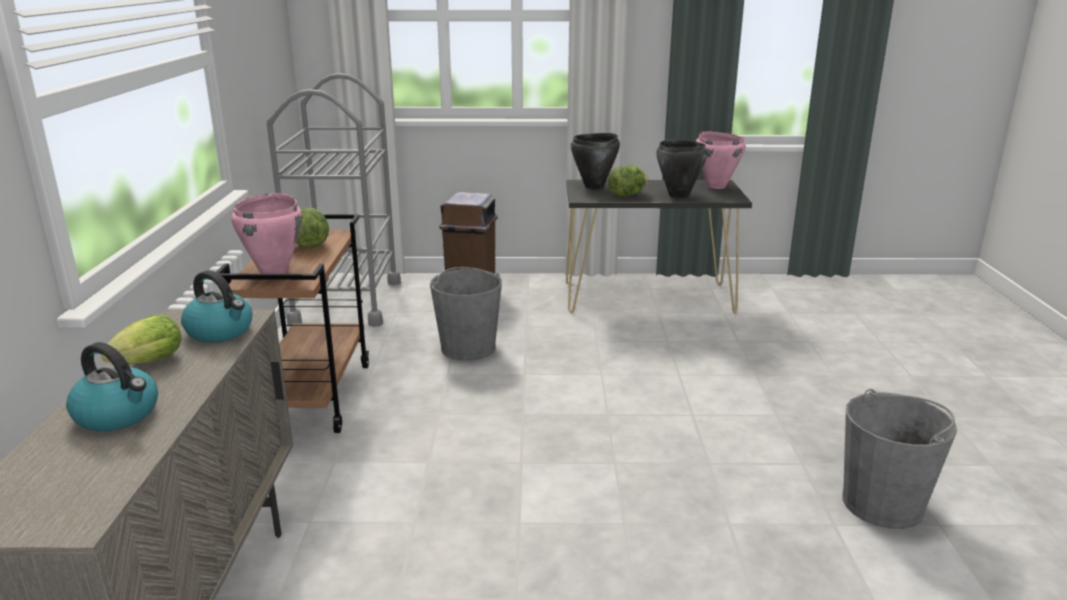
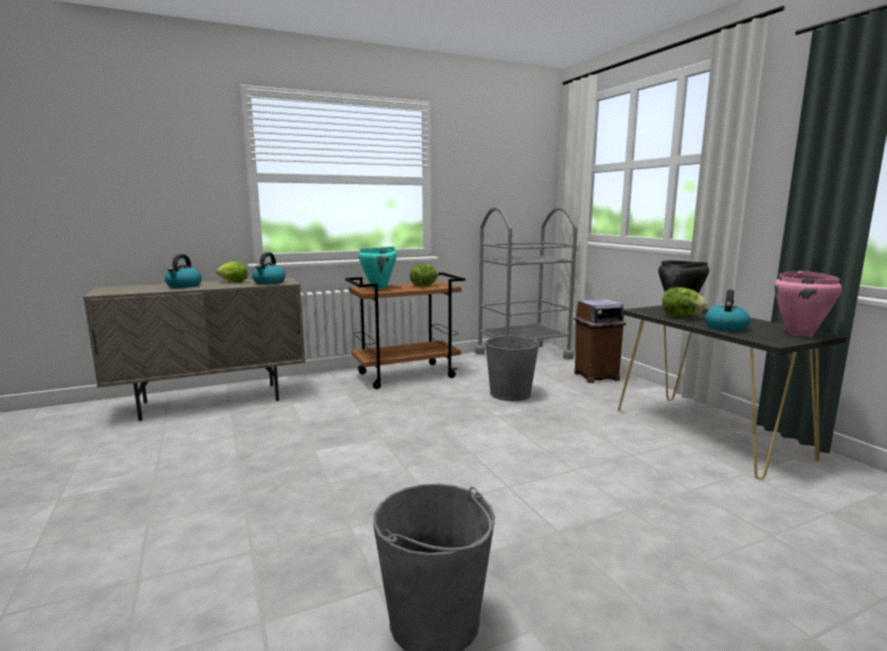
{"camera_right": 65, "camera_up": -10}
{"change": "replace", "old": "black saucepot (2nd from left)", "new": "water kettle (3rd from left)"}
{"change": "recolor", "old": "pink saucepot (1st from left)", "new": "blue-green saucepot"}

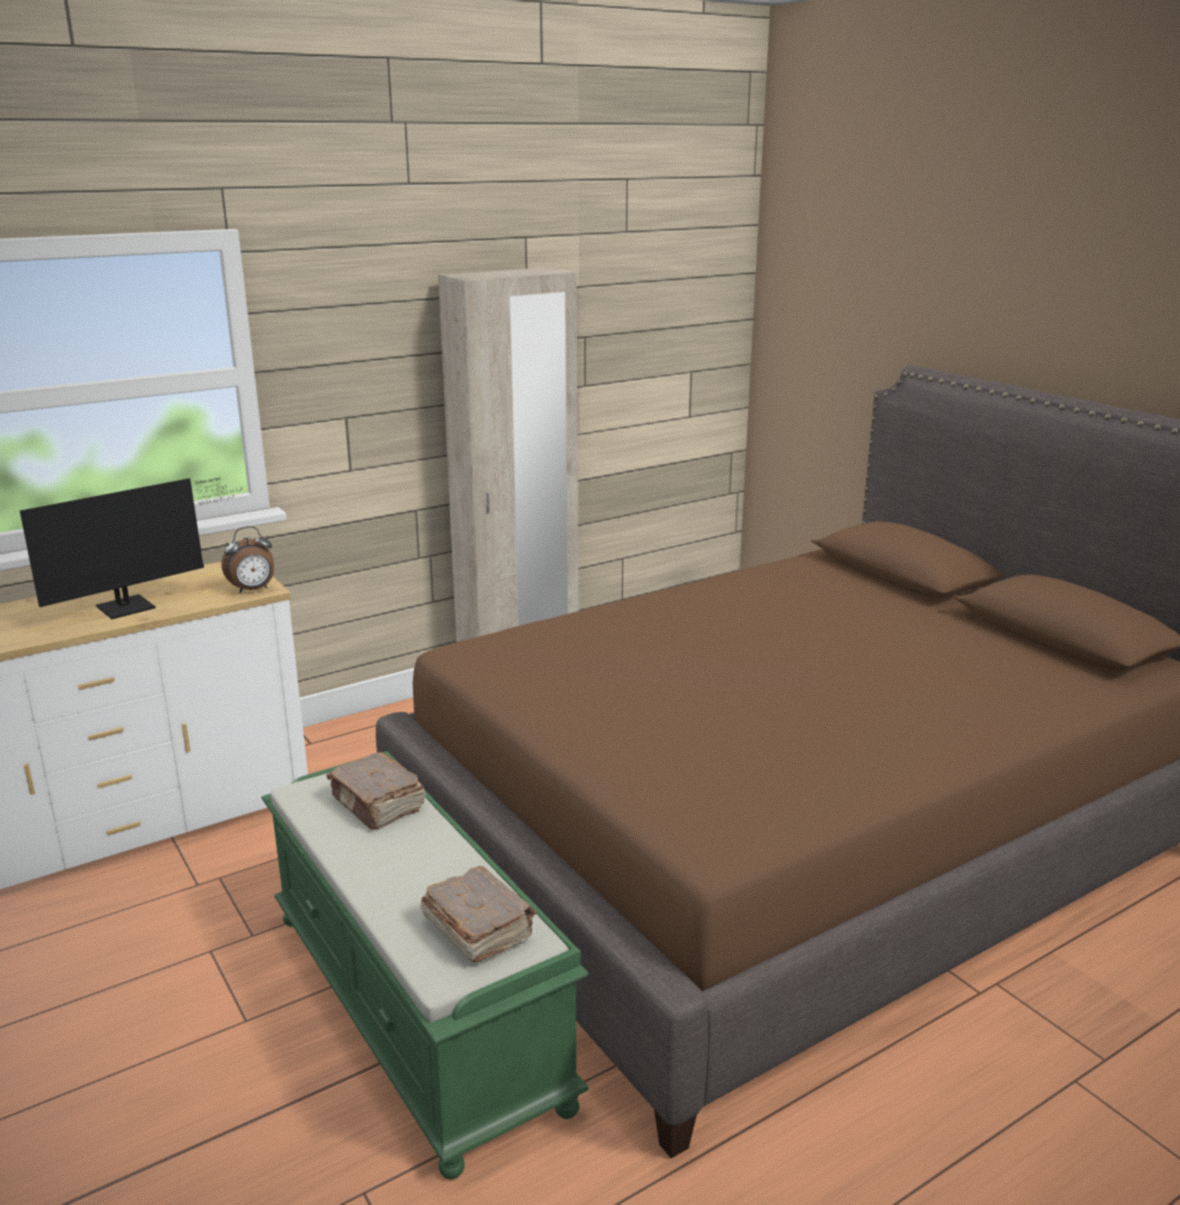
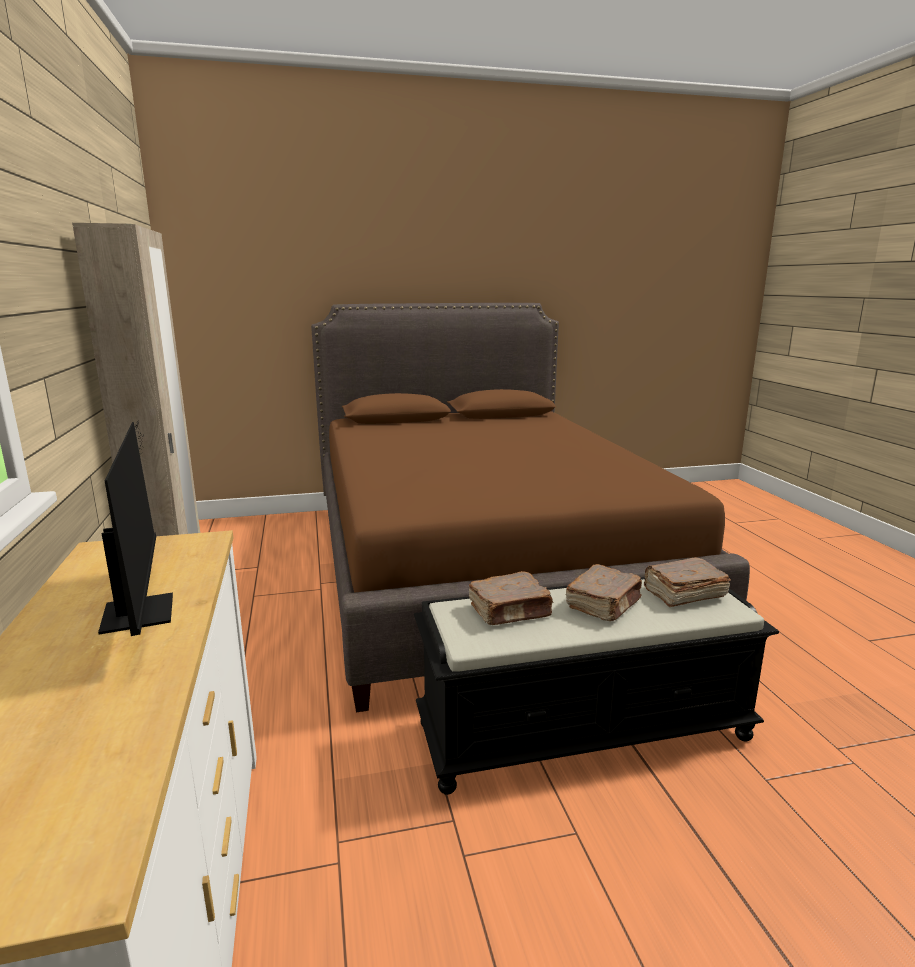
{"camera_right": -70, "camera_up": -5}
{"change": "delete", "old": "bedside clock"}
{"change": "recolor", "old": "green long seat", "new": "black long seat"}
{"change": "insert", "new": "brown book (2nd from left)"}

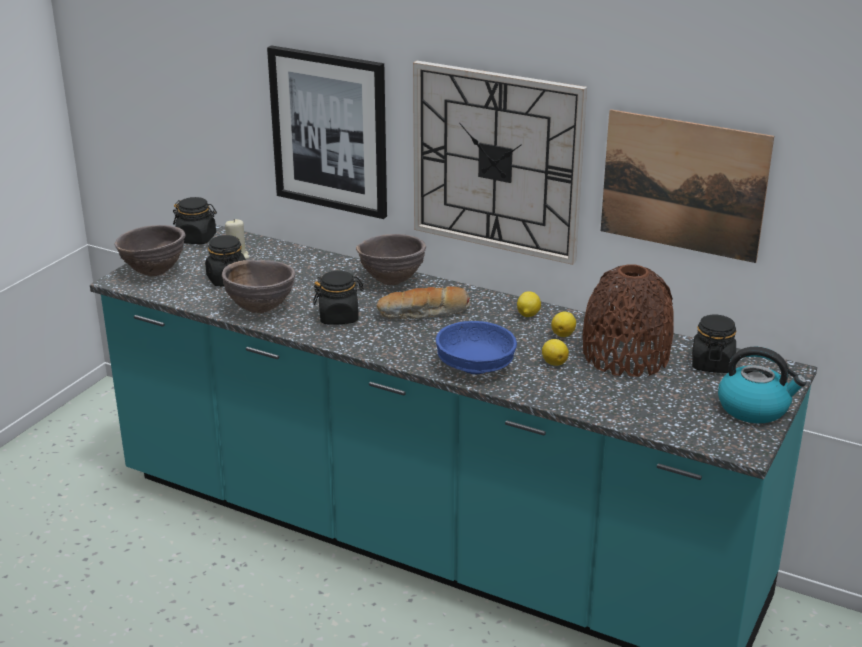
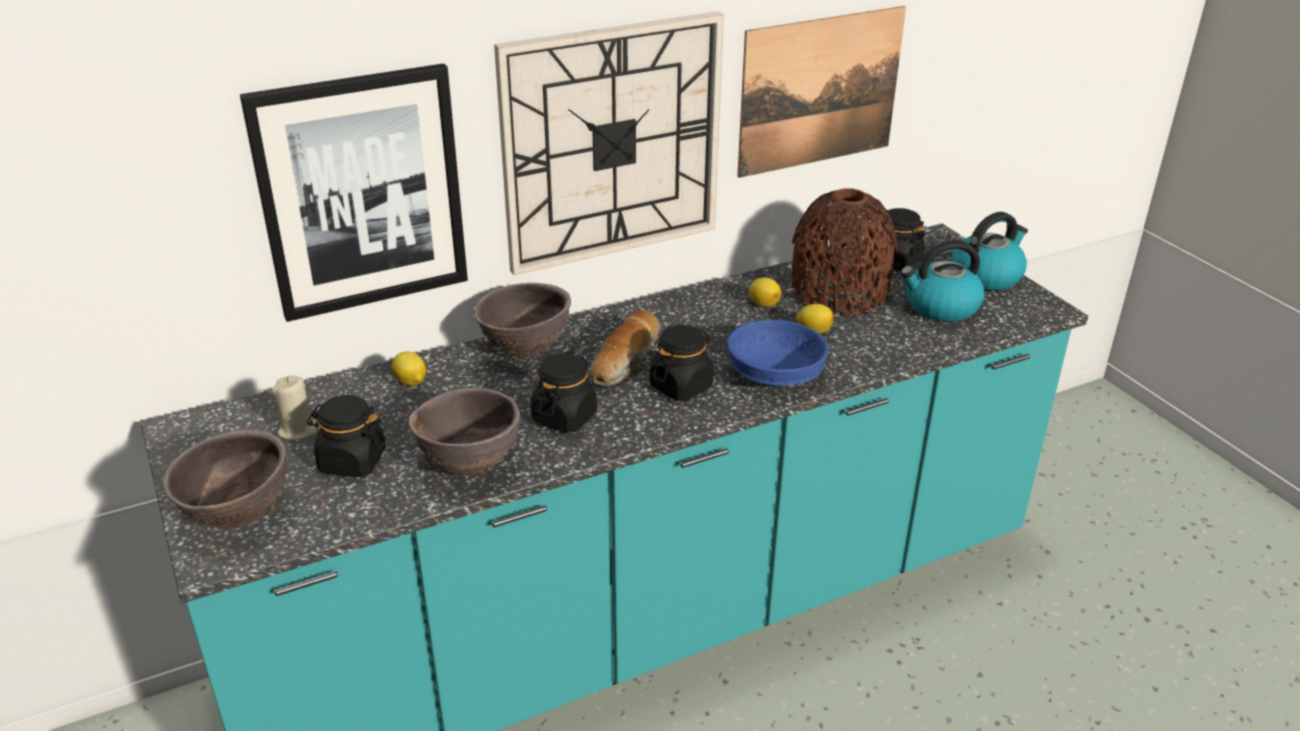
{"camera_right": -55, "camera_up": 5}
{"change": "move", "old": "black preserve jar (1st from left in the first image)", "new": "black preserve jar (3rd from left)"}
{"change": "move", "old": "citrus fruit (1st from left)"}
{"change": "insert", "new": "water kettle (1st from left)"}

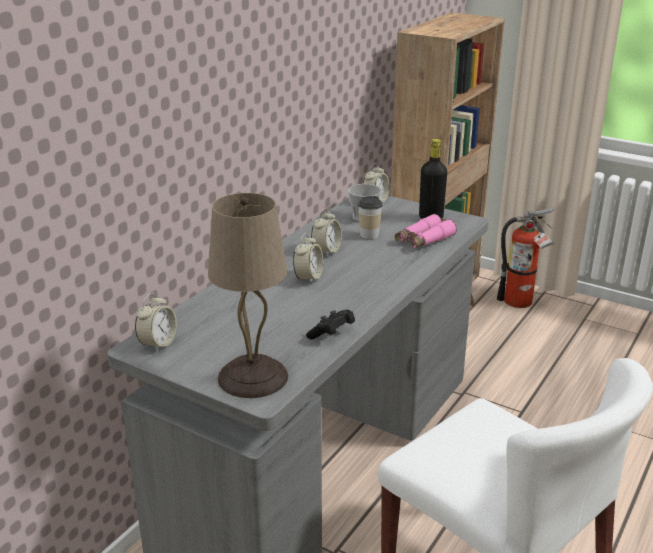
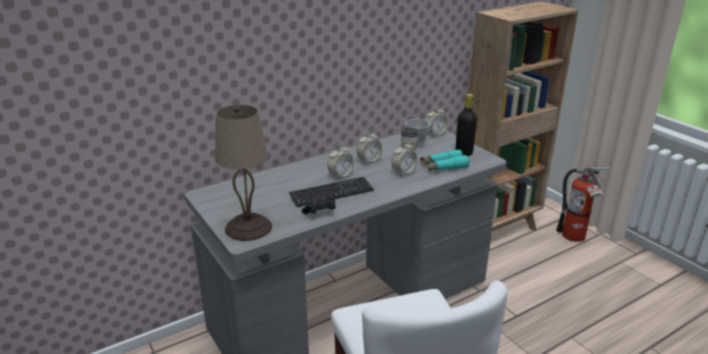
{"camera_right": 25, "camera_up": 0}
{"change": "recolor", "old": "pink pair of binoculars", "new": "blue-green pair of binoculars"}
{"change": "move", "old": "bedside clock (1st from left in the first image)", "new": "bedside clock (3rd from left)"}
{"change": "insert", "new": "PC keyboard"}

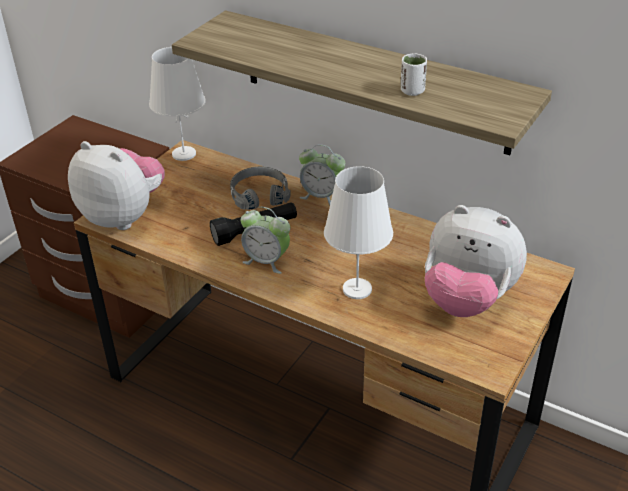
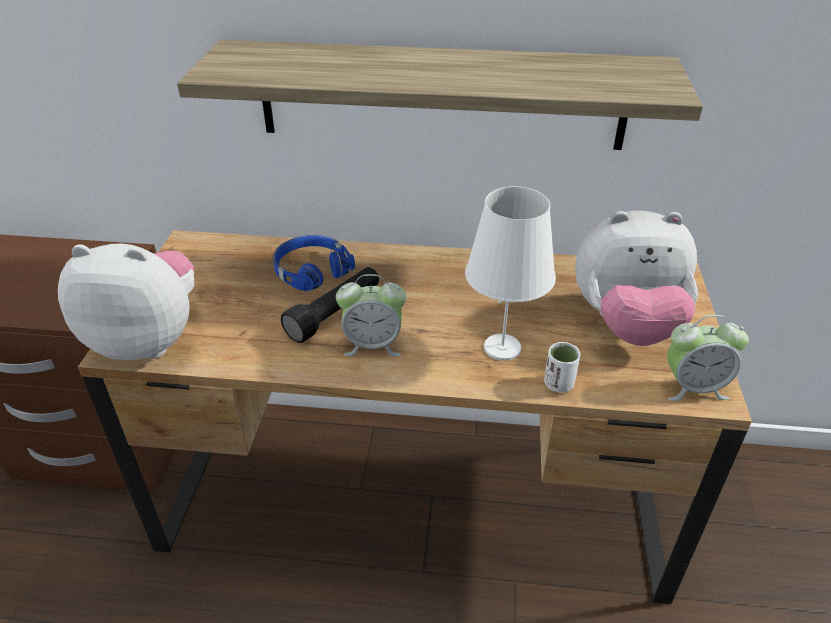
{"camera_right": -25, "camera_up": 0}
{"change": "delete", "old": "whitish lamp for a table (1st from left)"}
{"change": "move", "old": "whitish small cup"}
{"change": "move", "old": "bedside clock (2nd from left)"}
{"change": "recolor", "old": "greyish pair of headphones", "new": "bluish pair of headphones"}

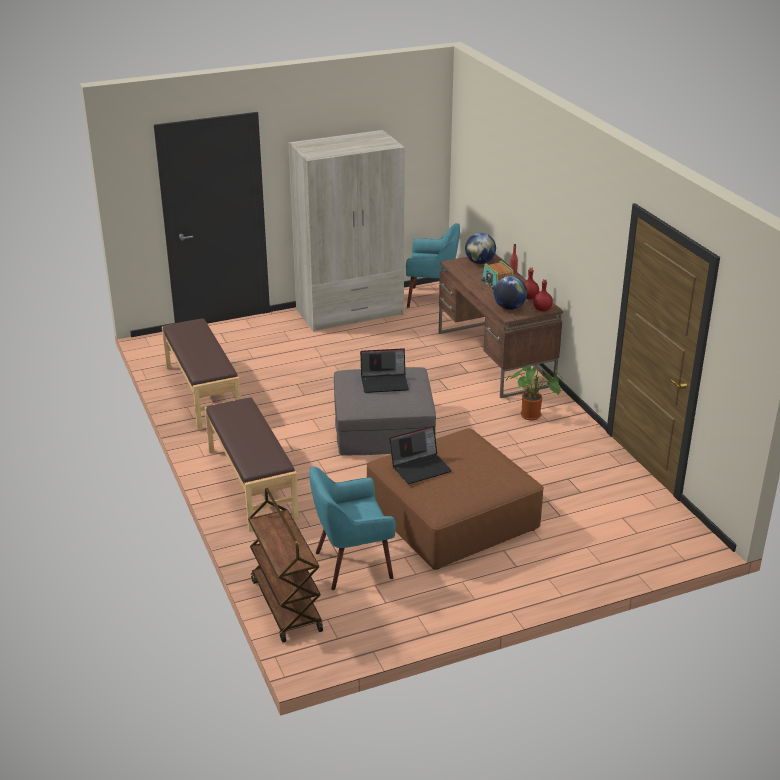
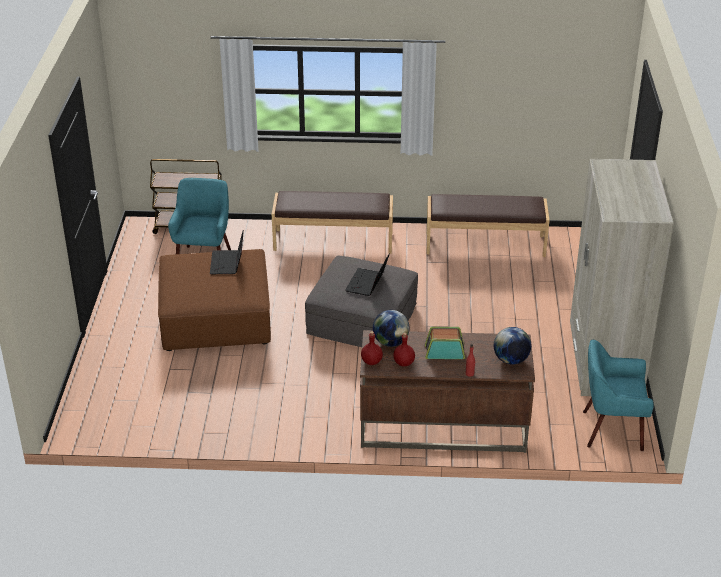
{"camera_right": 115, "camera_up": 5}
{"change": "rotate", "old": "blue-green lounge chair (2nd from left)", "degrees": 60}
{"change": "delete", "old": "houseplant"}

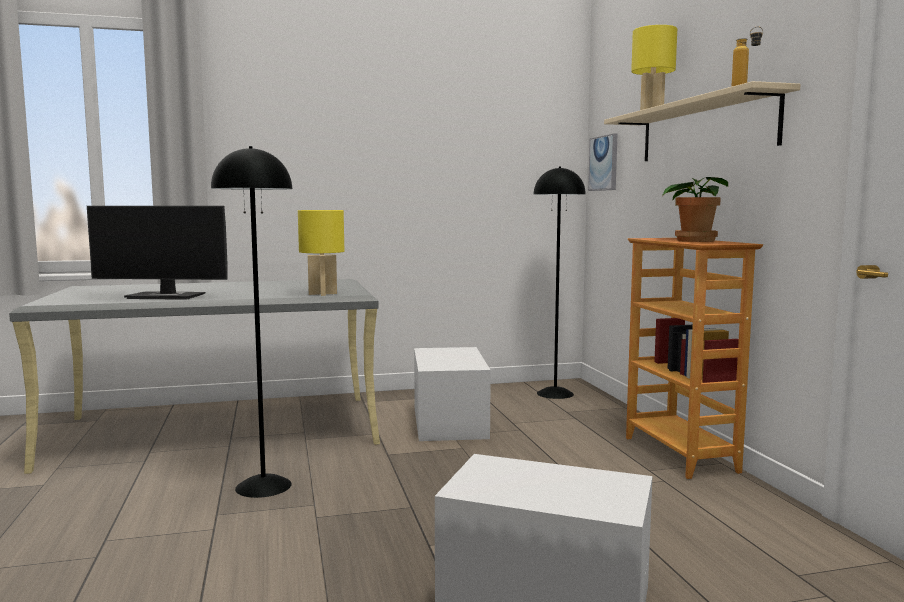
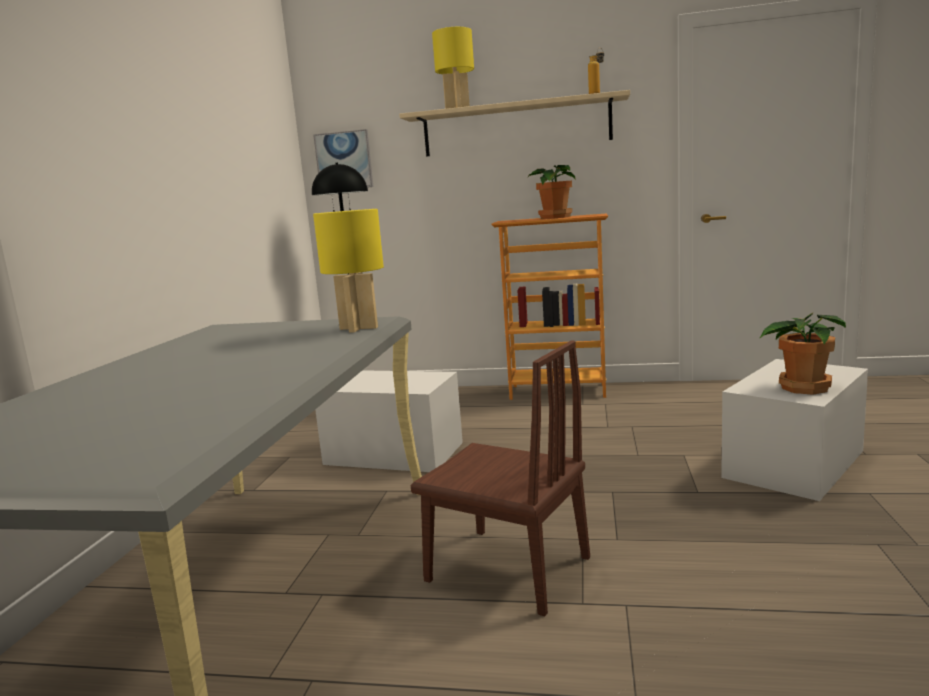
{"camera_right": -65, "camera_up": 5}
{"change": "replace", "old": "black floor lamp (1st from left)", "new": "brown plain chair"}
{"change": "delete", "old": "computer screen"}
{"change": "insert", "new": "houseplant (2nd from left)"}

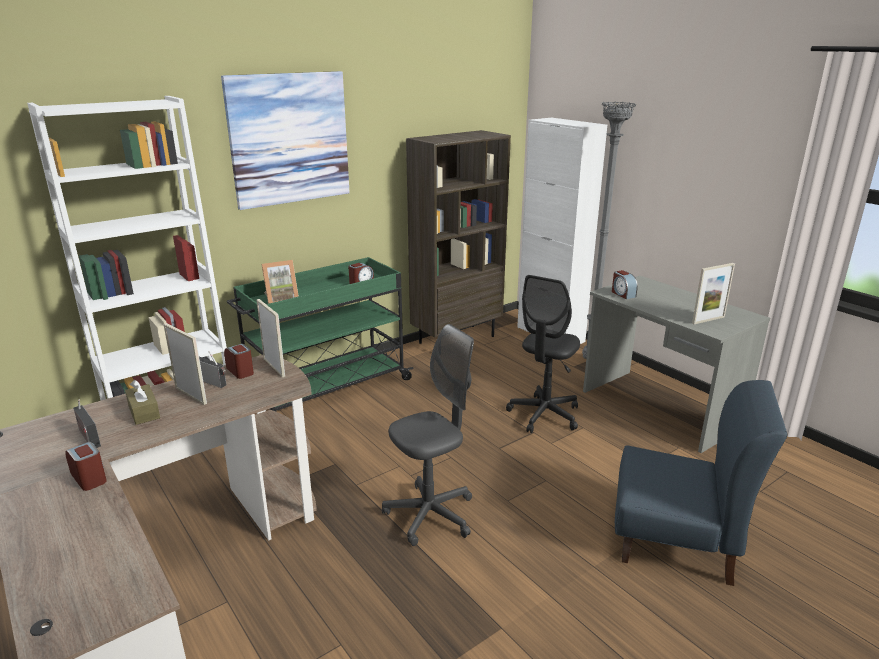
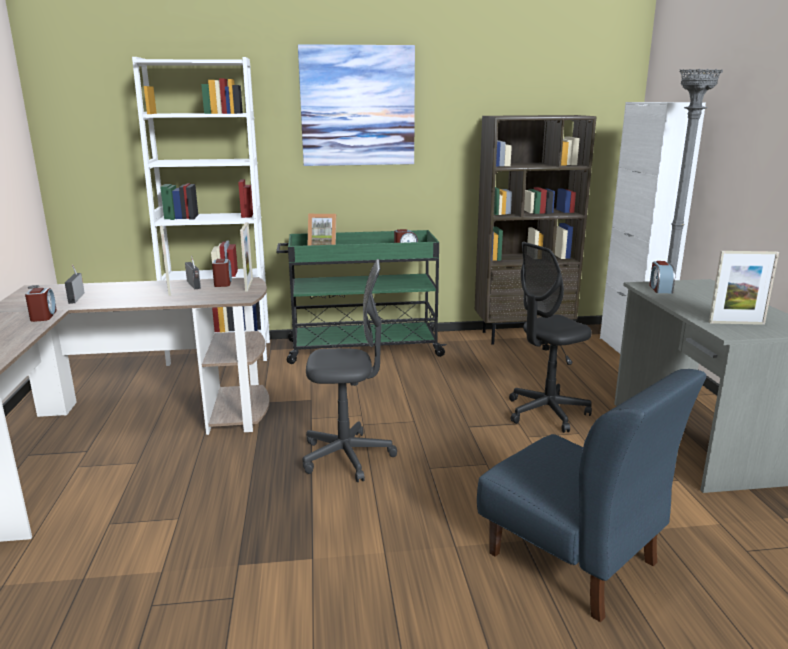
{"camera_right": 30, "camera_up": -5}
{"change": "delete", "old": "brown tissue holder"}

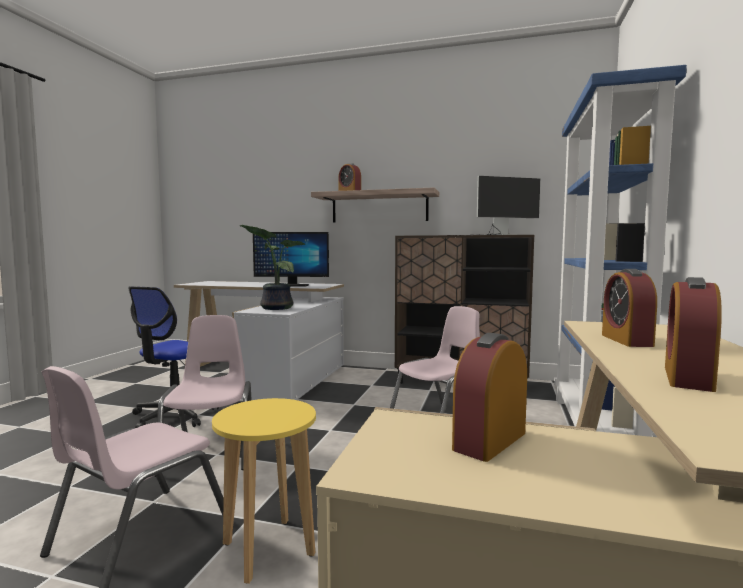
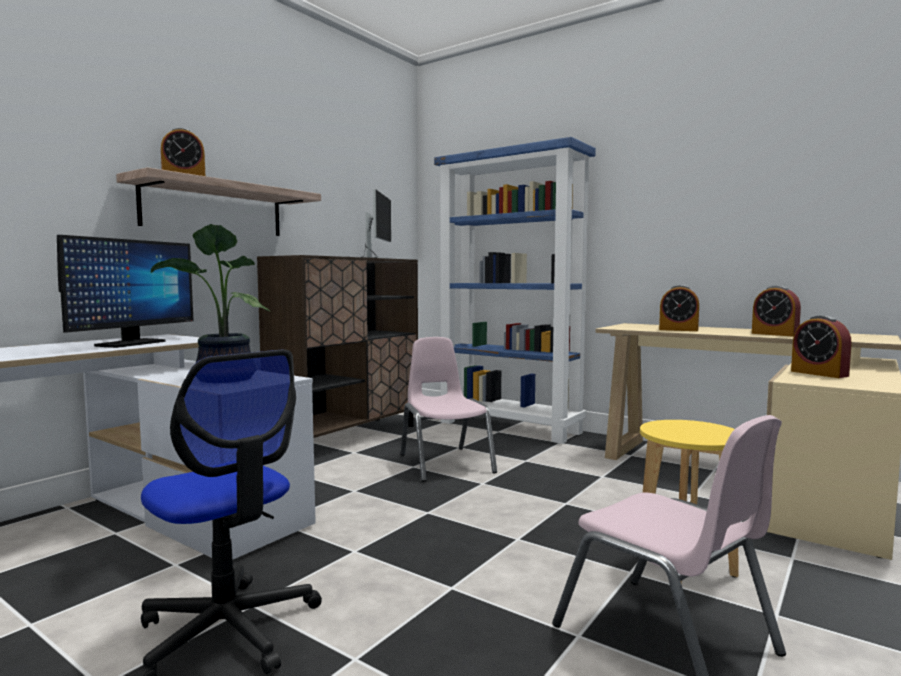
{"camera_right": -70, "camera_up": 0}
{"change": "delete", "old": "pink plain chair (2nd from left)"}

